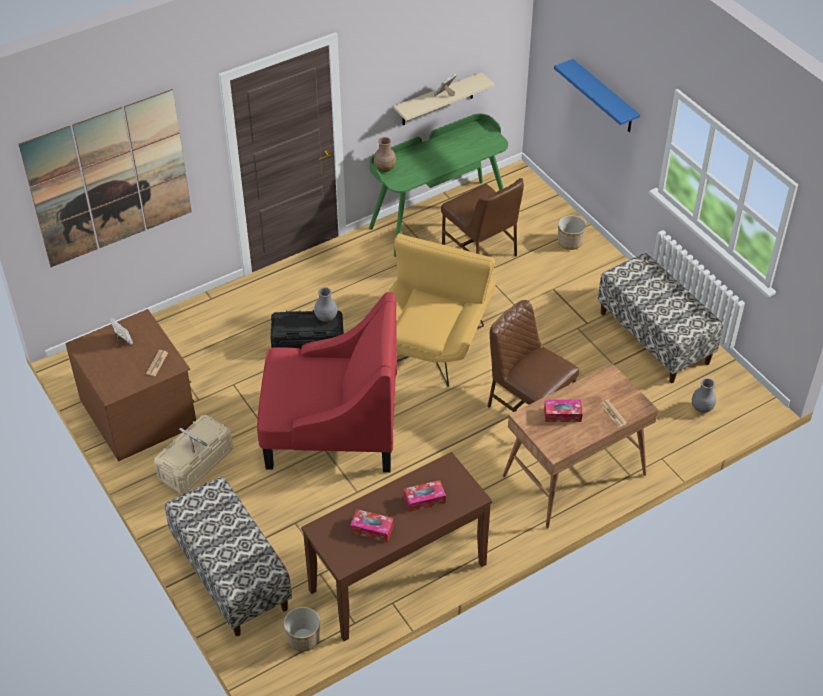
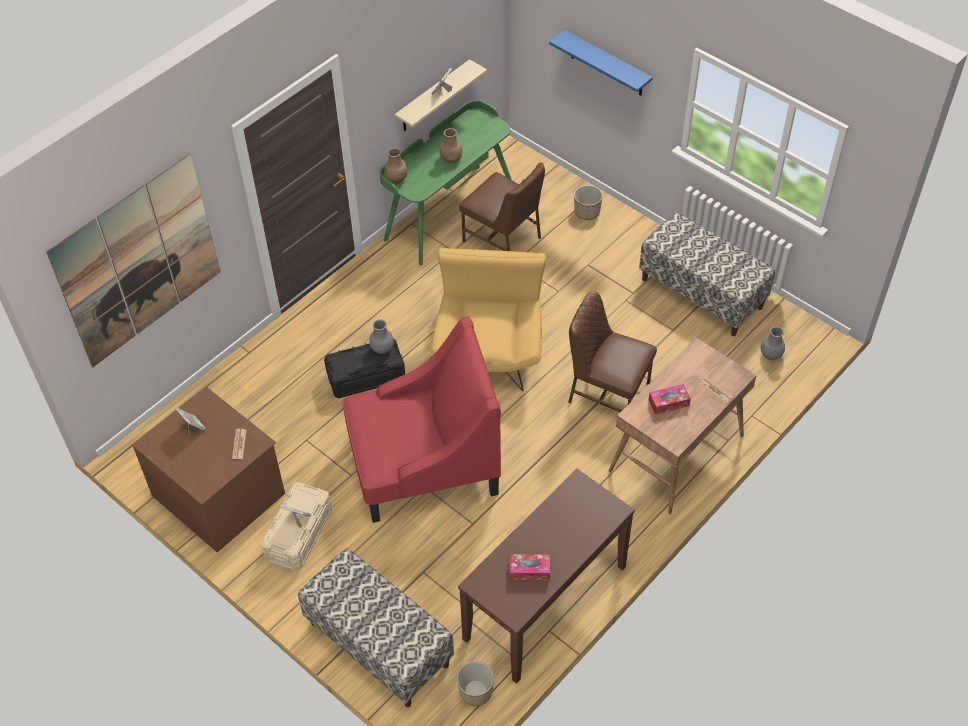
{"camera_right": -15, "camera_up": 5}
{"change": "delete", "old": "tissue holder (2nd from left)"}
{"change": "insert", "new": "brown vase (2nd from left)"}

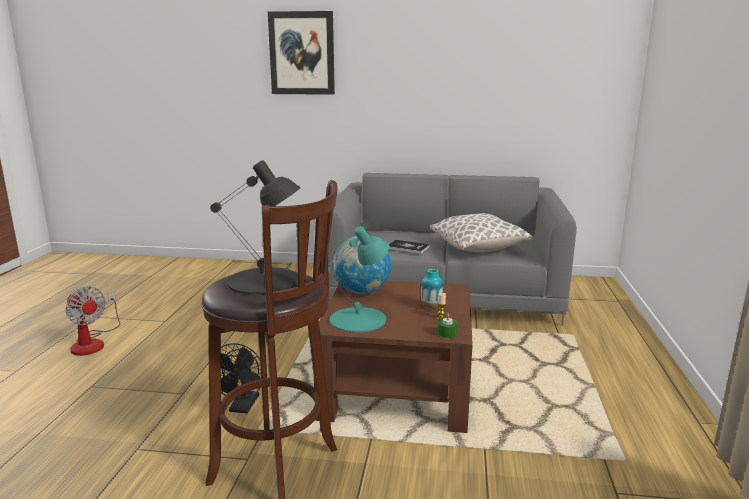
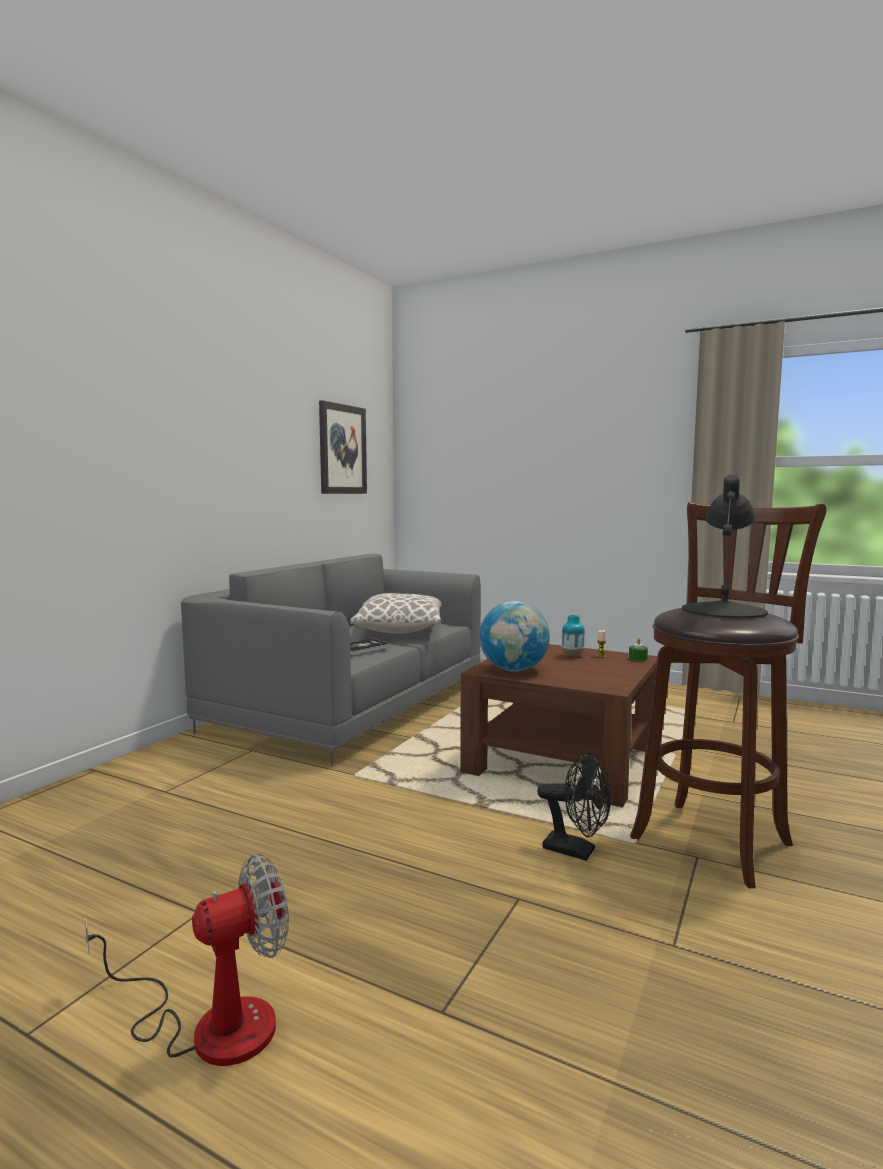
{"camera_right": -70, "camera_up": -10}
{"change": "move", "old": "picture"}
{"change": "delete", "old": "blue-green lamp for a table"}

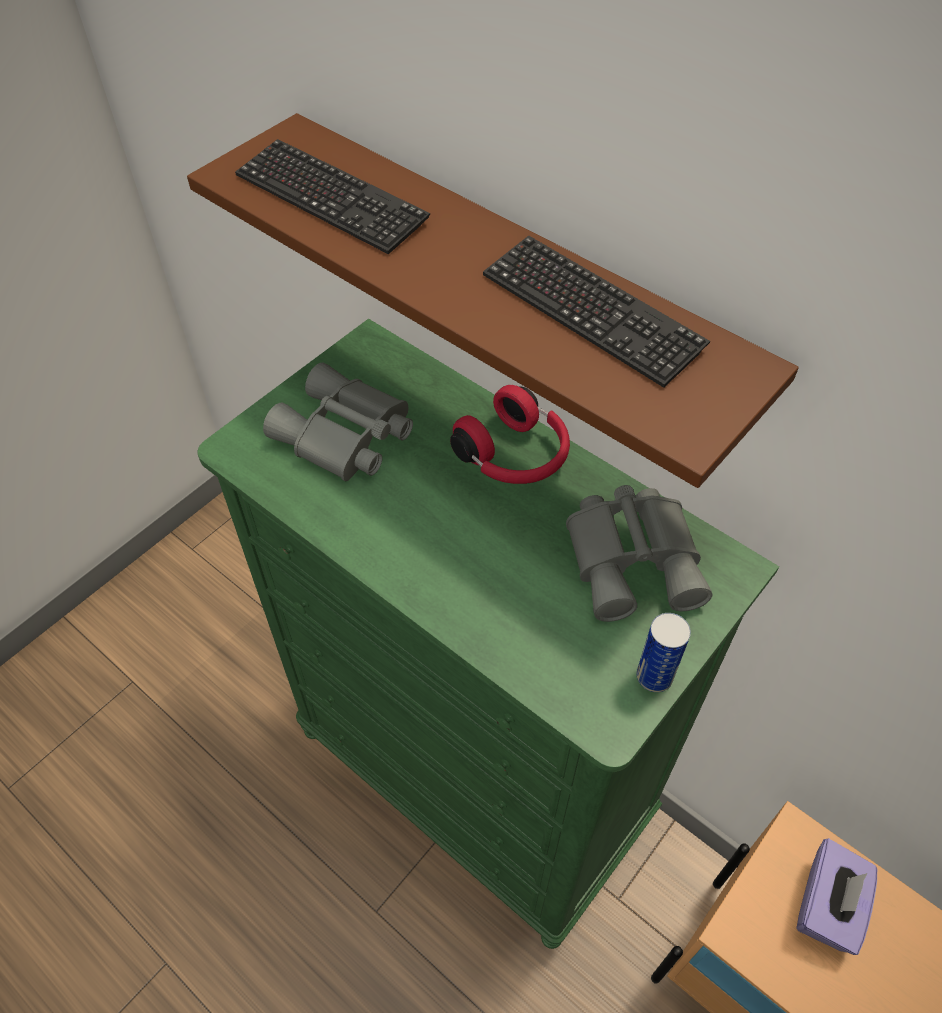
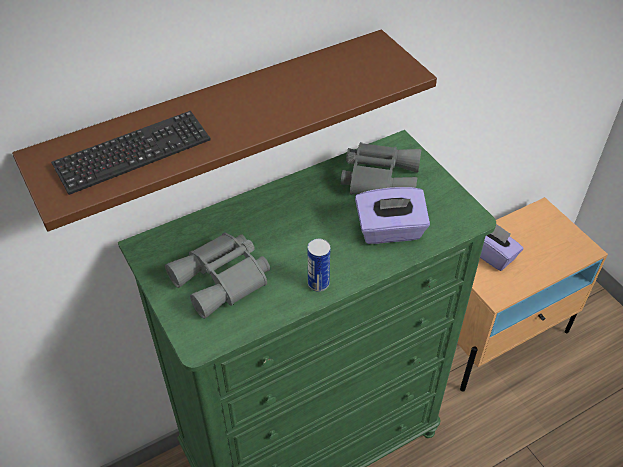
{"camera_right": -70, "camera_up": -5}
{"change": "delete", "old": "PC keyboard (2nd from left)"}
{"change": "delete", "old": "reddish pair of headphones"}
{"change": "move", "old": "sealed can"}
{"change": "insert", "new": "purple tissue holder (1st from left)"}

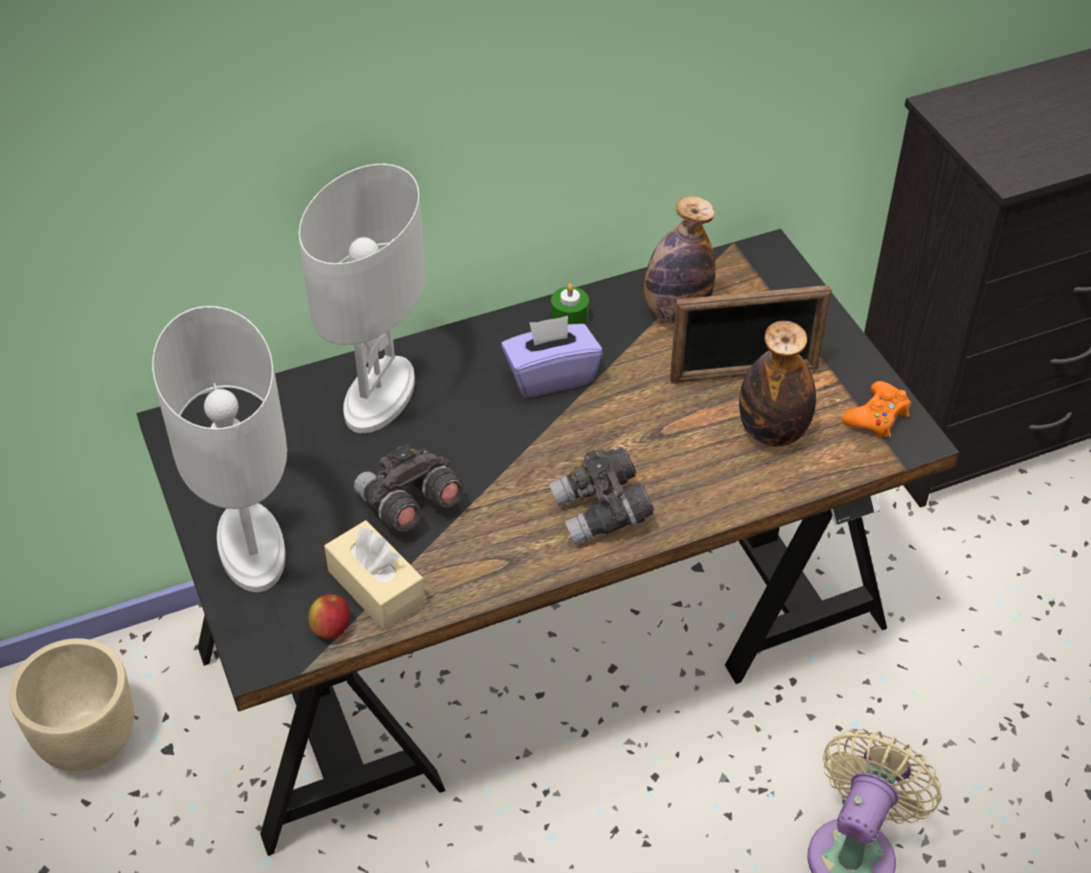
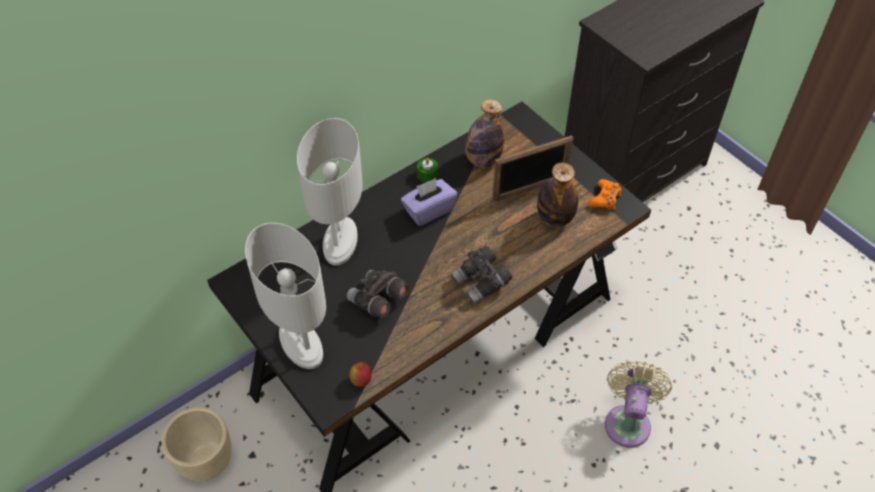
{"camera_right": -15, "camera_up": 5}
{"change": "delete", "old": "beige-coloured tissue holder"}

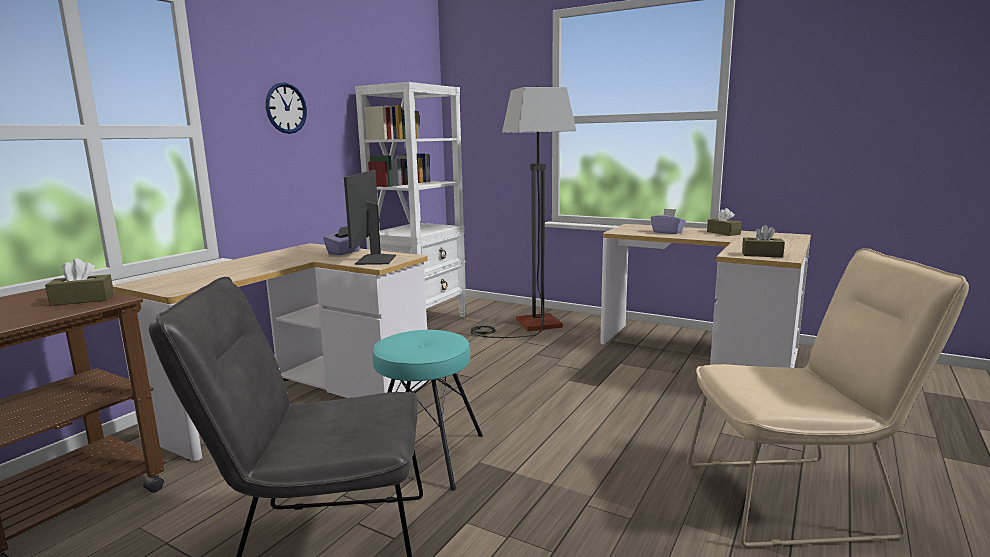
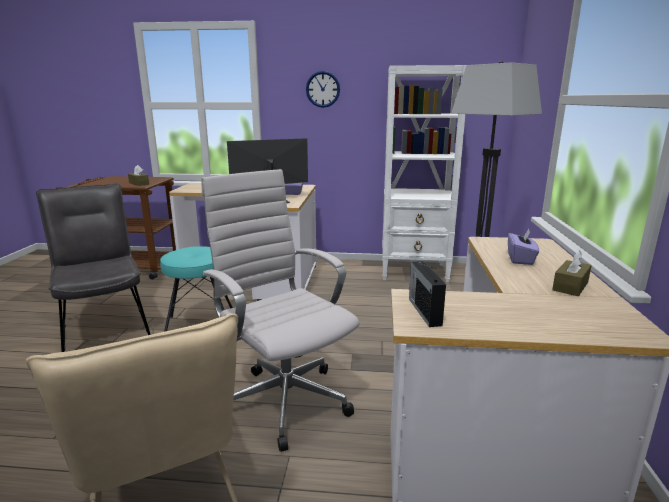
{"camera_right": 65, "camera_up": 5}
{"change": "replace", "old": "brown tissue holder (3rd from left)", "new": "radio receiver"}
{"change": "insert", "new": "whitish computer chair"}

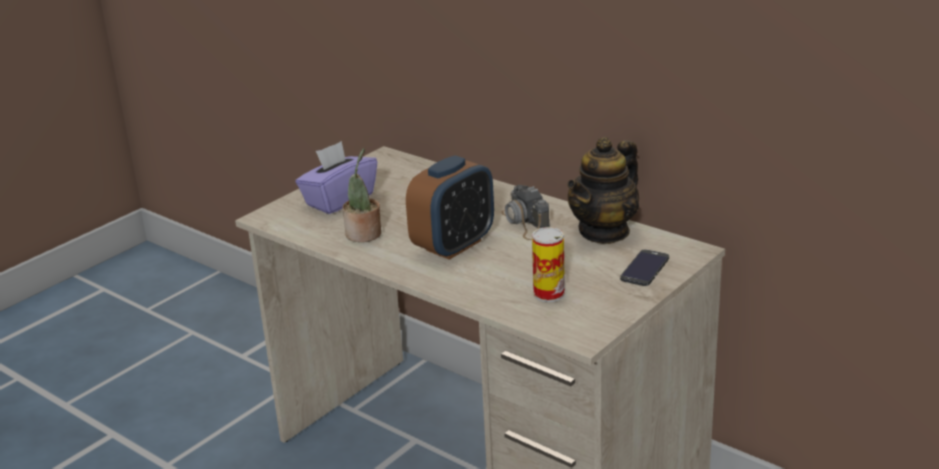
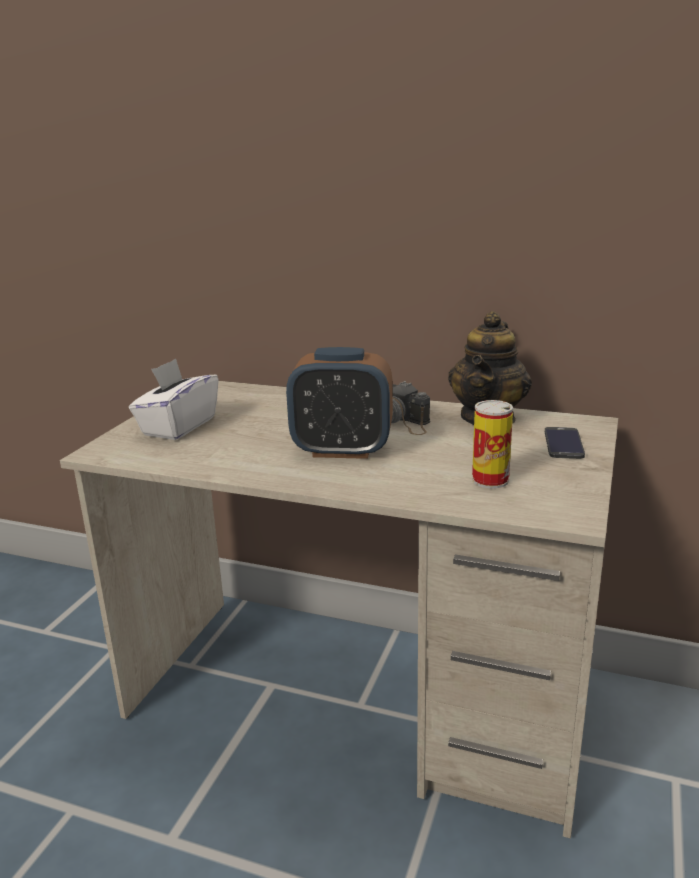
{"camera_right": -20, "camera_up": -5}
{"change": "recolor", "old": "purple tissue holder", "new": "whitish tissue holder"}
{"change": "delete", "old": "houseplant"}
{"change": "rotate", "old": "bedside clock", "degrees": 75}

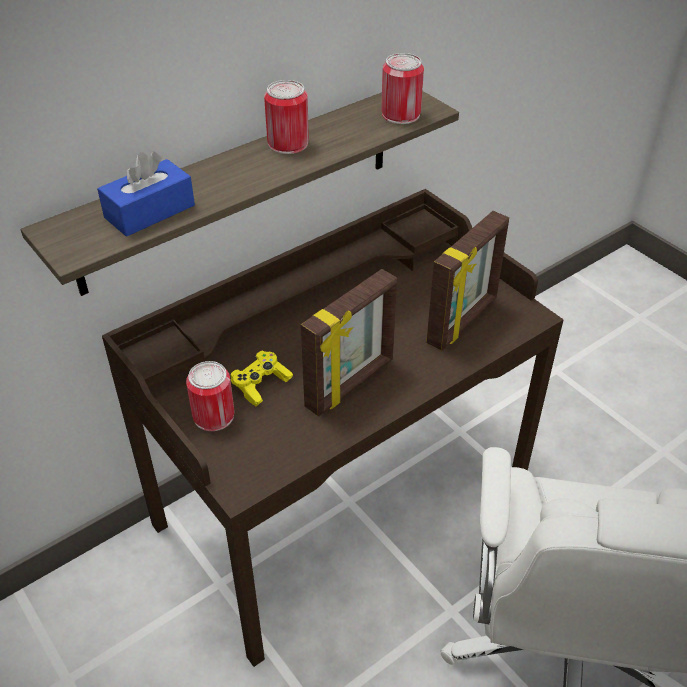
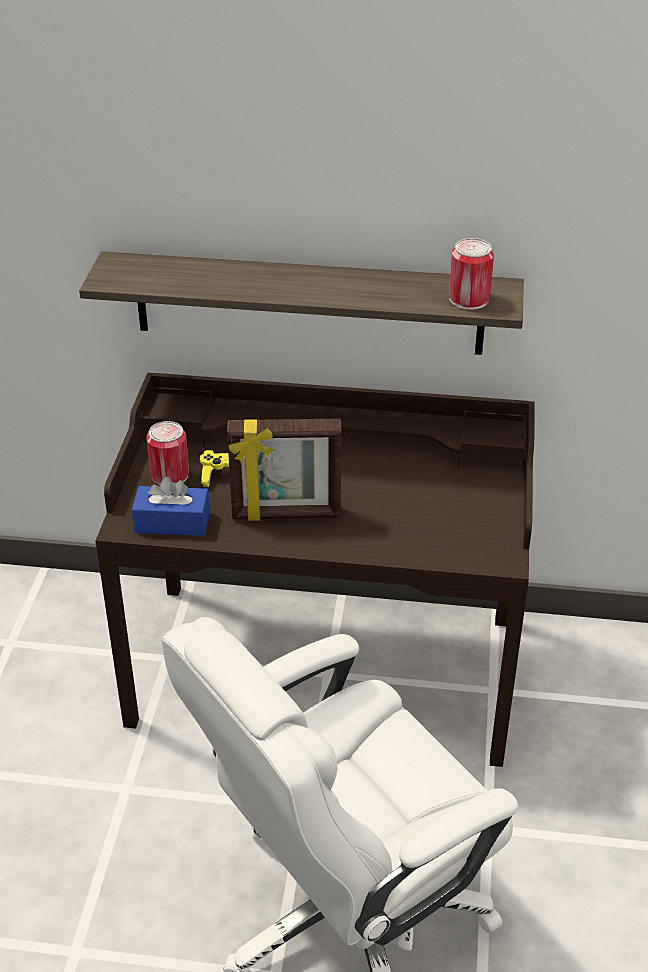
{"camera_right": 45, "camera_up": -5}
{"change": "delete", "old": "sealed can (2nd from left)"}
{"change": "move", "old": "bluish tissue holder"}
{"change": "delete", "old": "standing frame (2nd from left)"}

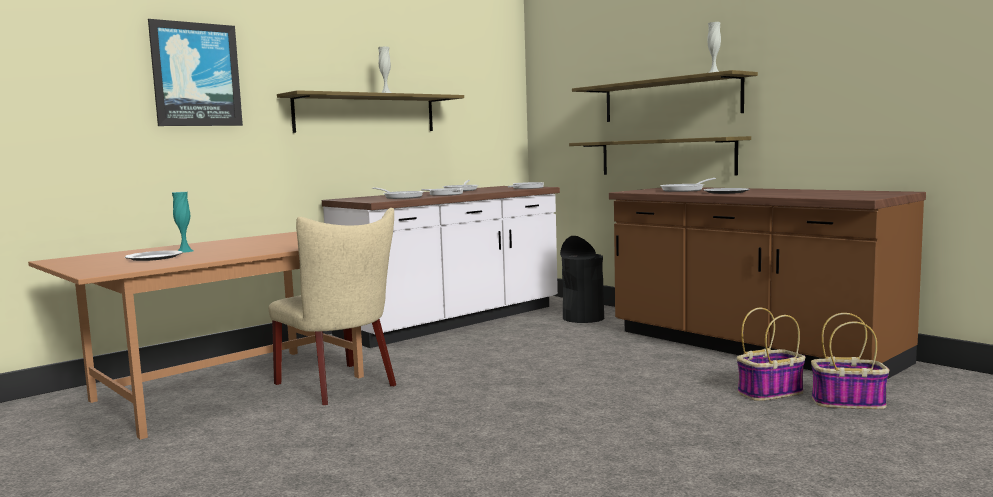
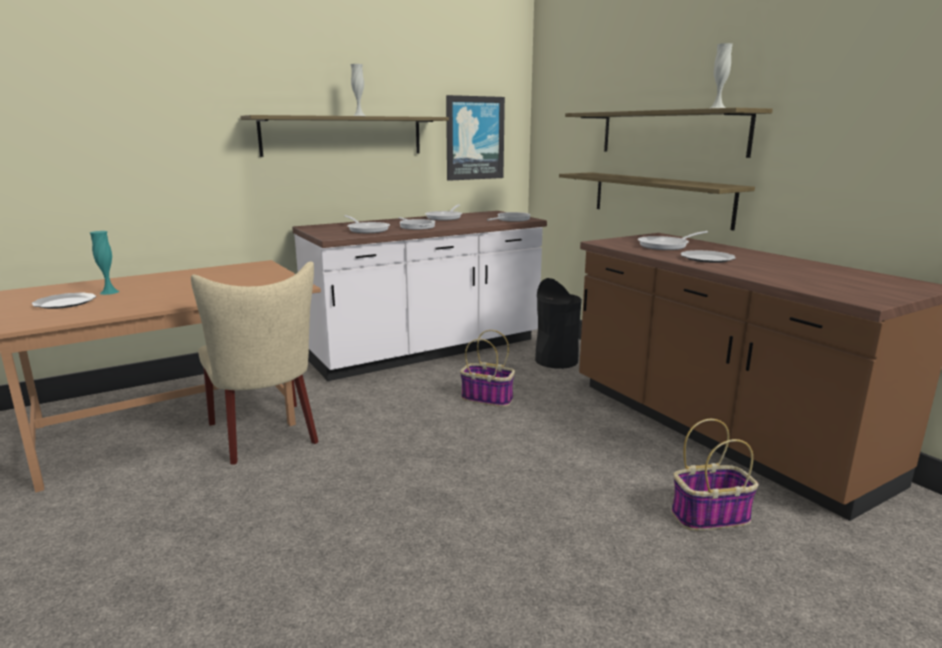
{"camera_right": 10, "camera_up": 10}
{"change": "move", "old": "picture"}
{"change": "move", "old": "storage basket (2nd from left in the first image)", "new": "storage basket (1st from left)"}

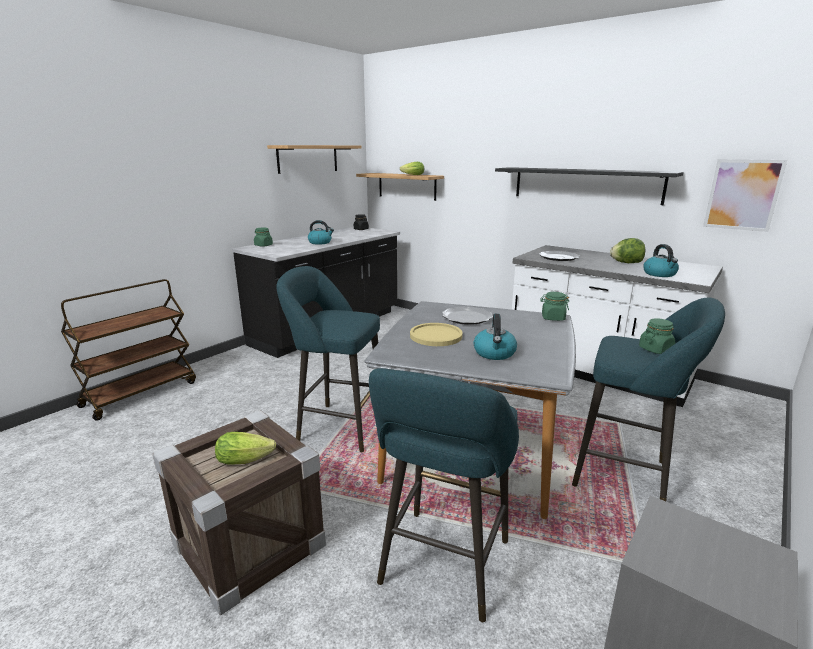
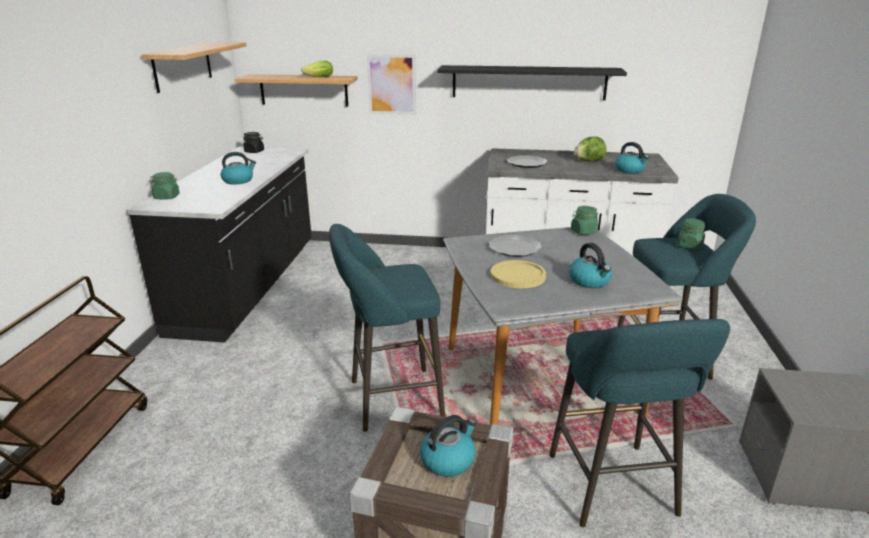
{"camera_right": -30, "camera_up": 5}
{"change": "move", "old": "picture"}
{"change": "replace", "old": "lettuce (1st from left)", "new": "water kettle (2nd from left)"}

